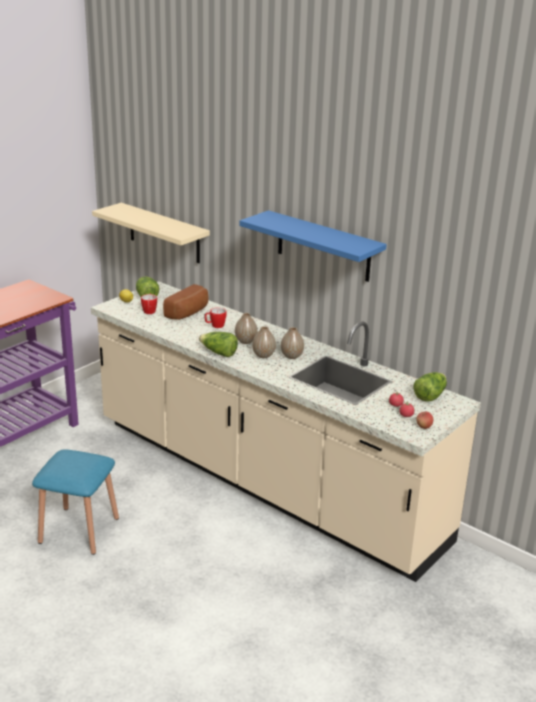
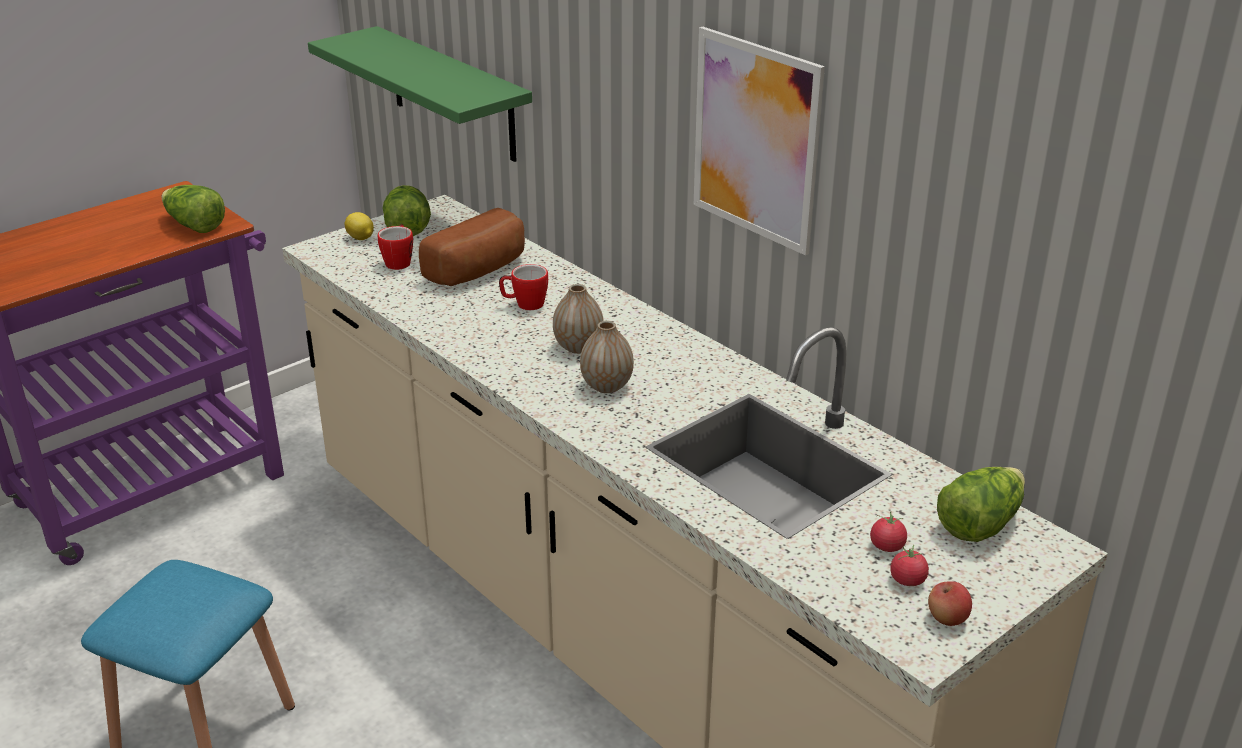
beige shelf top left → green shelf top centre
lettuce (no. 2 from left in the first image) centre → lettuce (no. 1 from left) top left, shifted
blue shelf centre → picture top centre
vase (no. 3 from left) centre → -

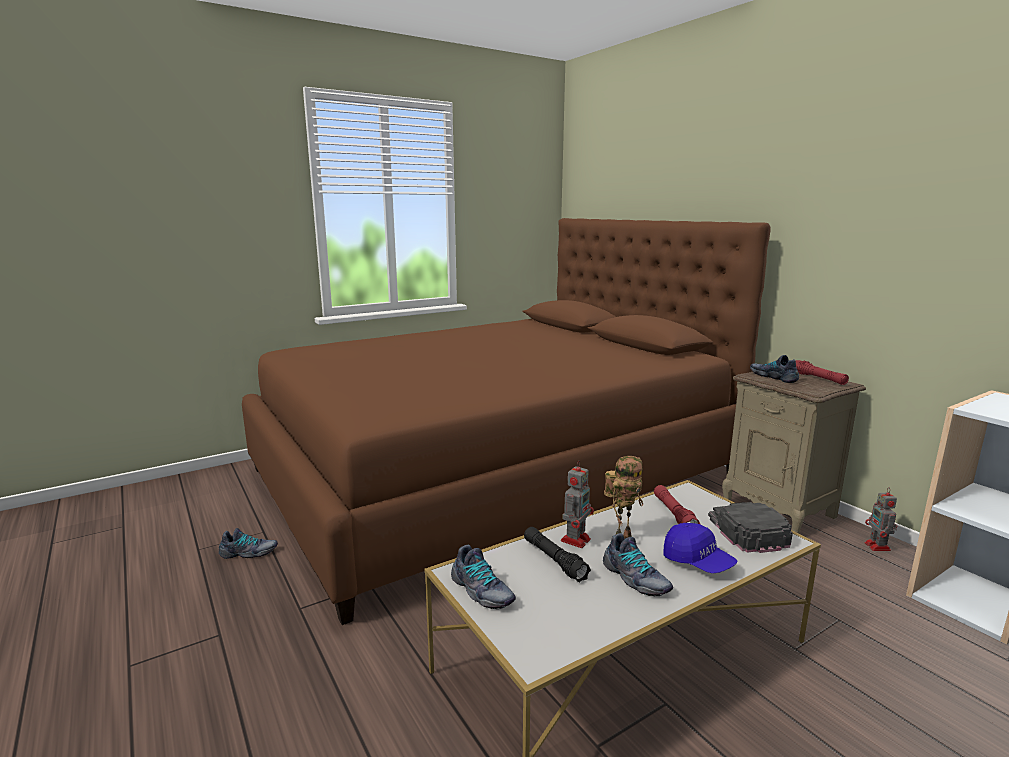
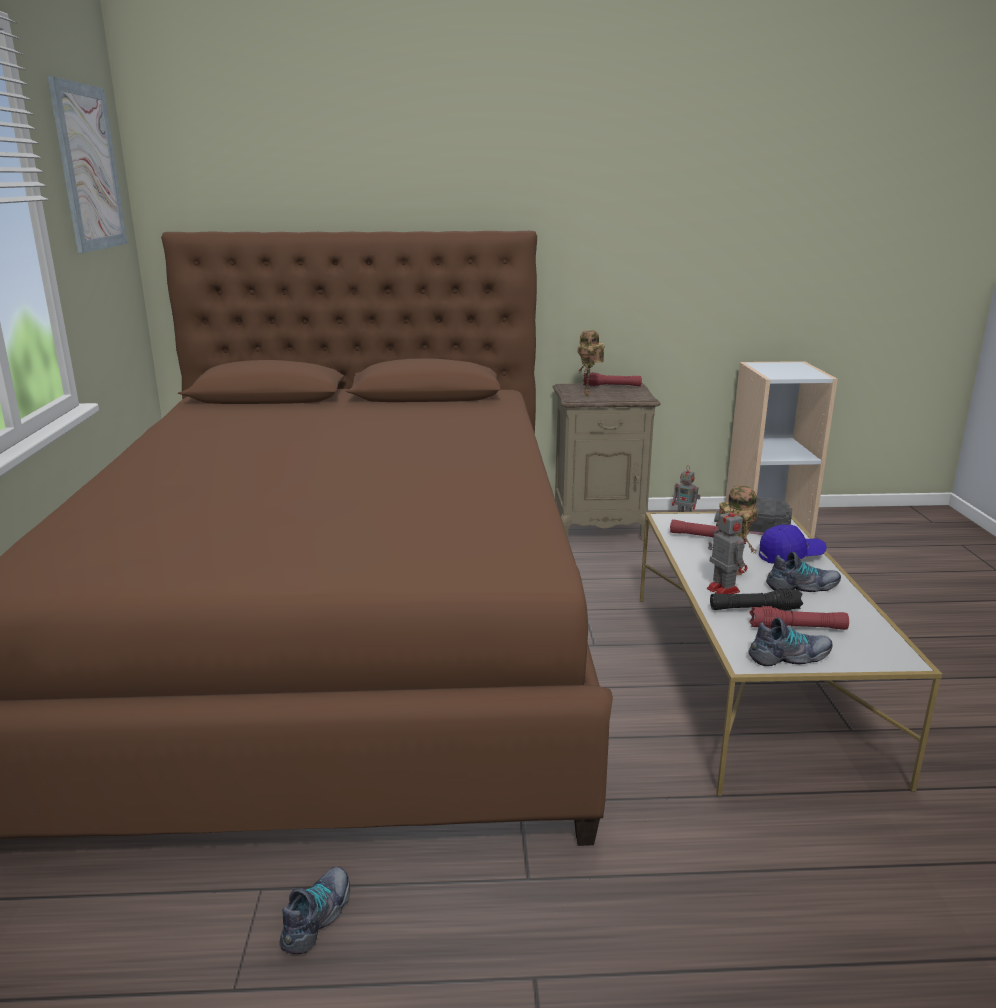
shoe (no. 4 from left) middle right → toy robot (no. 1 from left) centre
- → picture top left
- → red flashlight (no. 3 from left) middle right

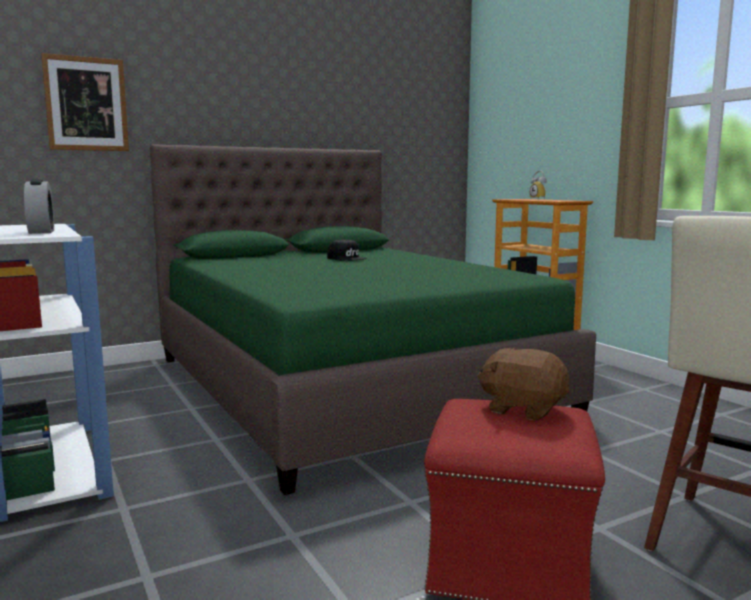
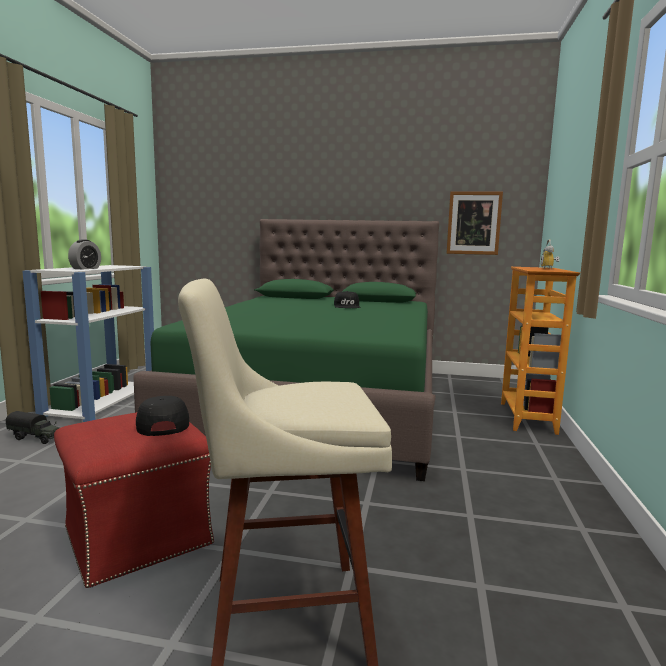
picture top left → picture middle right, shifted
brown plush toy middle right → black cap (no. 1 from left) middle left
- → toy truck middle left

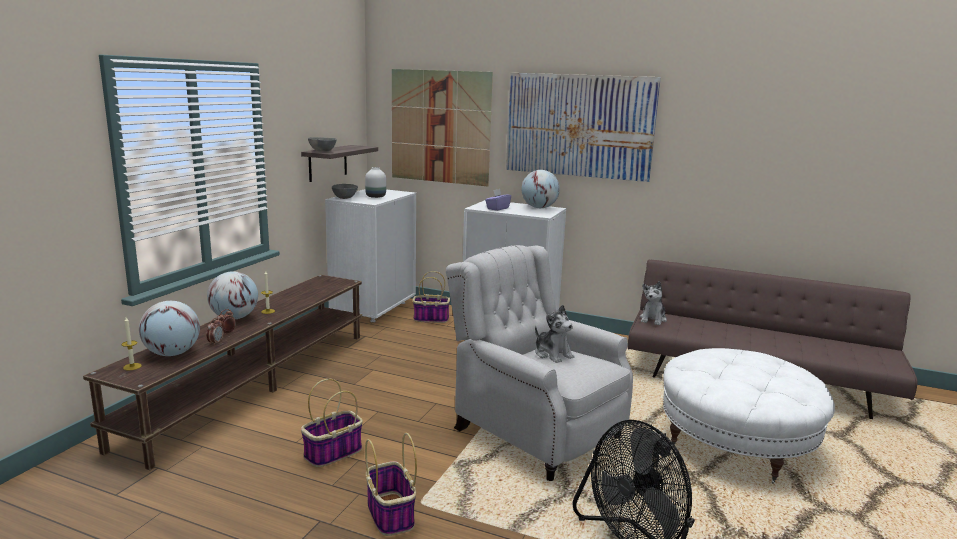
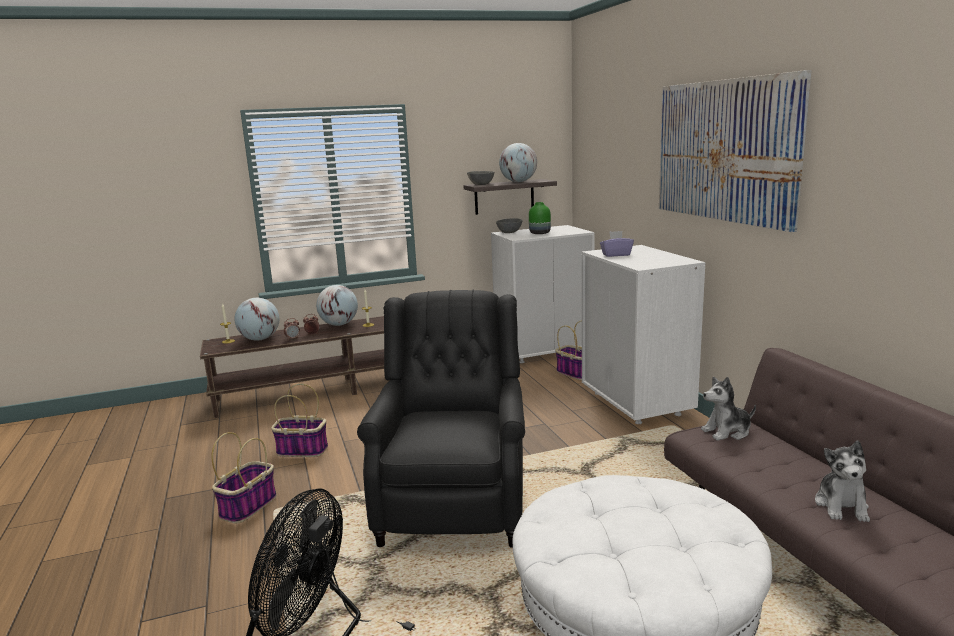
white vase centre → green vase centre
picture (no. 1 from left) top centre → -
white armchair bottom centre → black armchair centre
globe (no. 3 from left) centre → globe (no. 3 from left) top centre, shifted
plush toy (no. 1 from left in the first image) centre → plush toy (no. 2 from left) bottom right, shifted

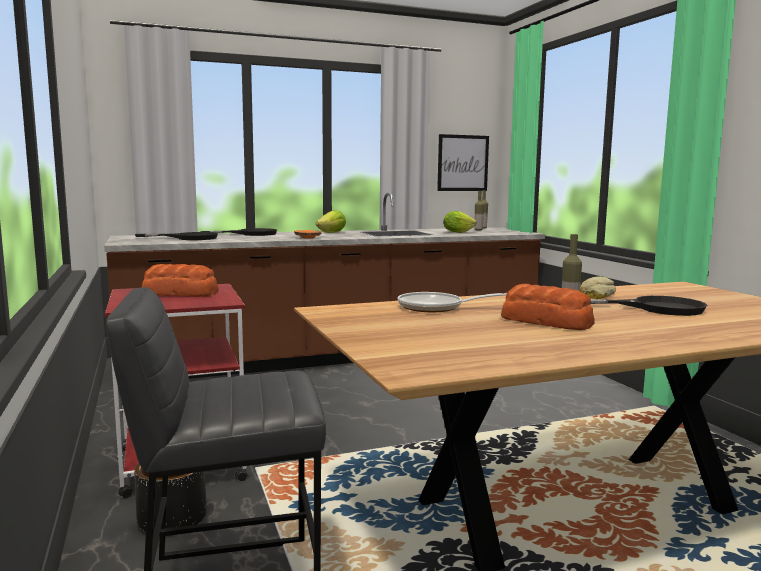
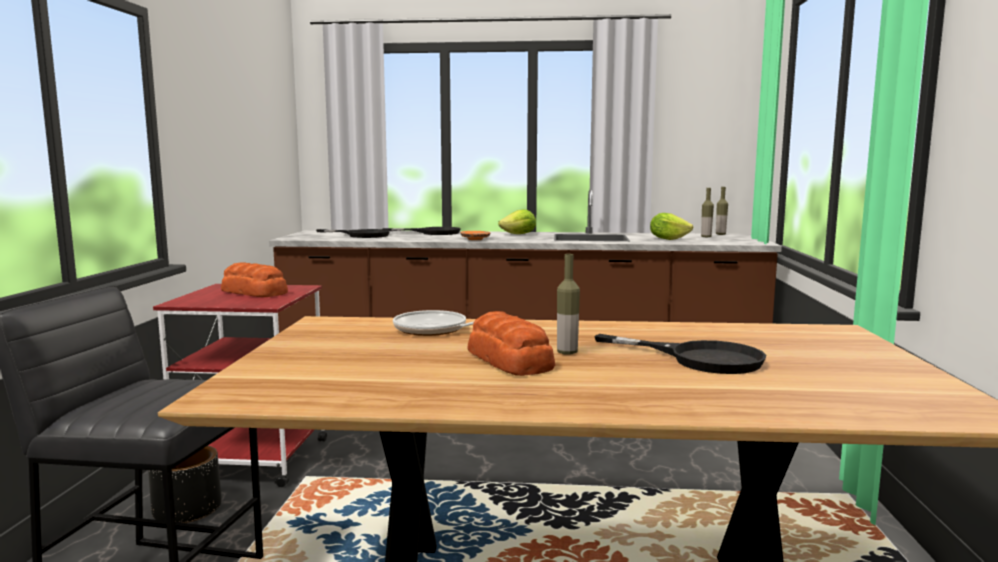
picture top centre → -
bread (no. 3 from left) middle right → -

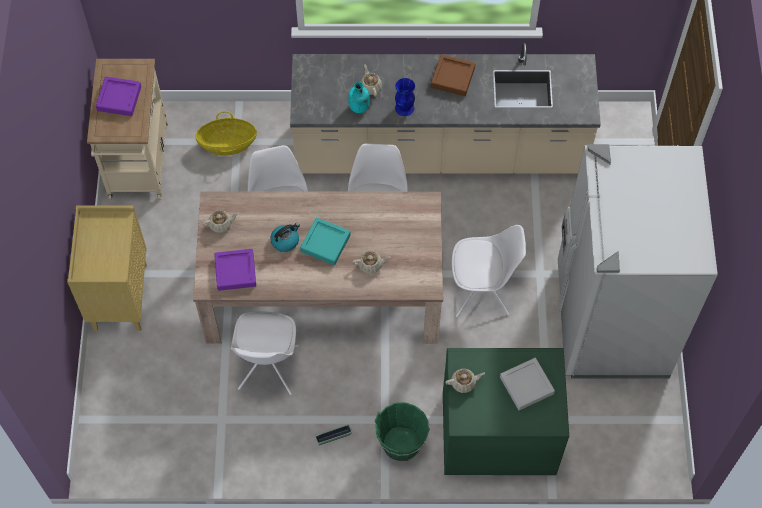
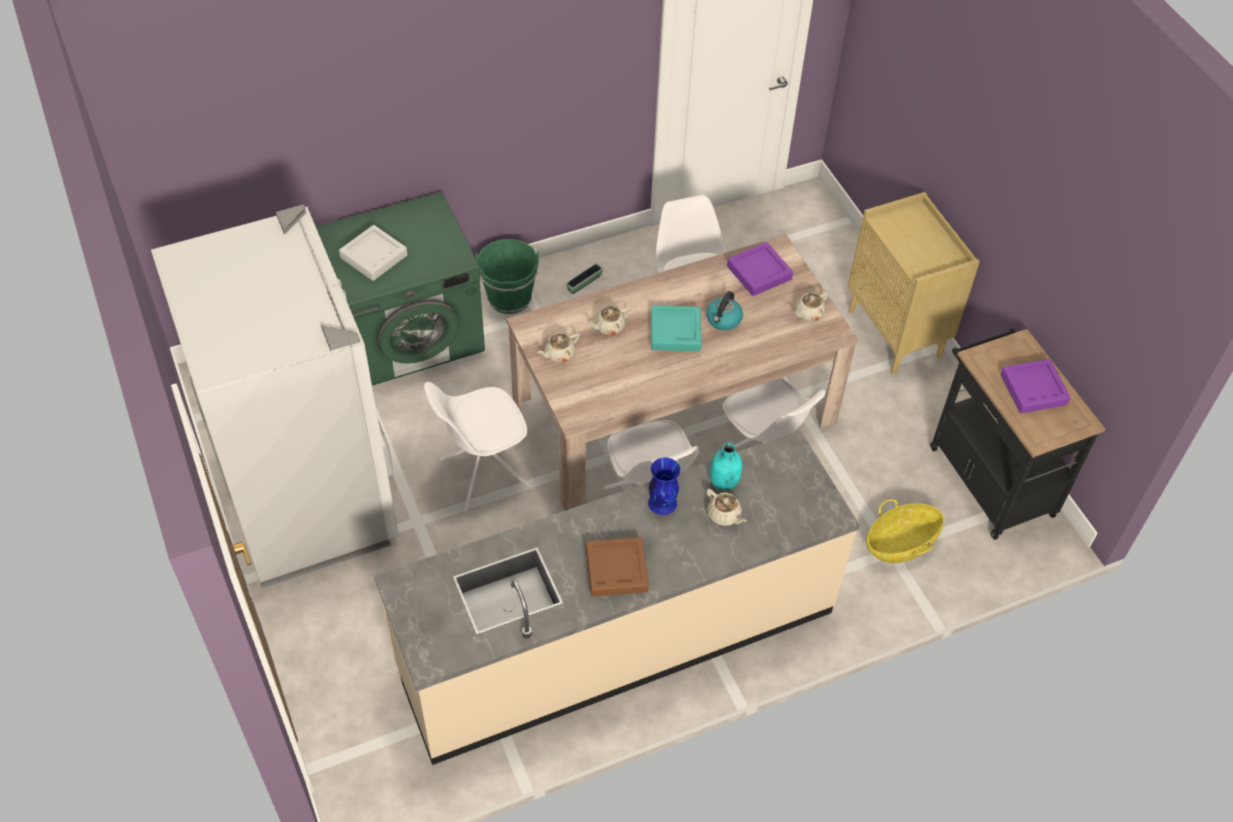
beige cart top left → black cart middle right
beige teapot (no. 4 from left in the first image) bottom centre → beige teapot (no. 1 from left) centre, shifted

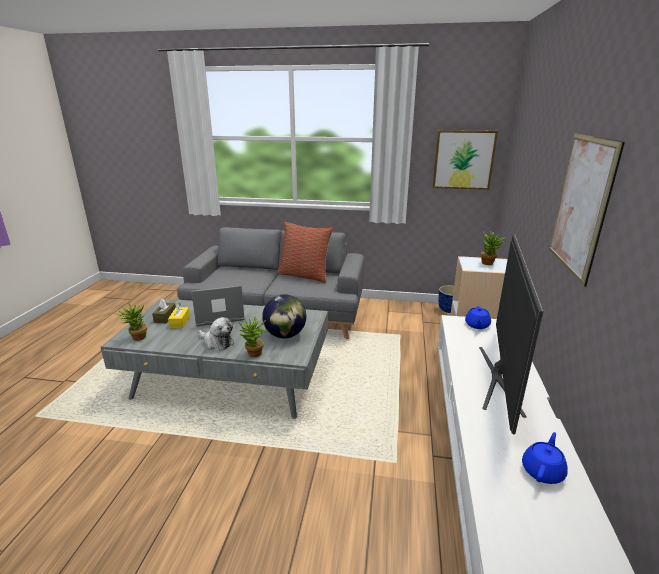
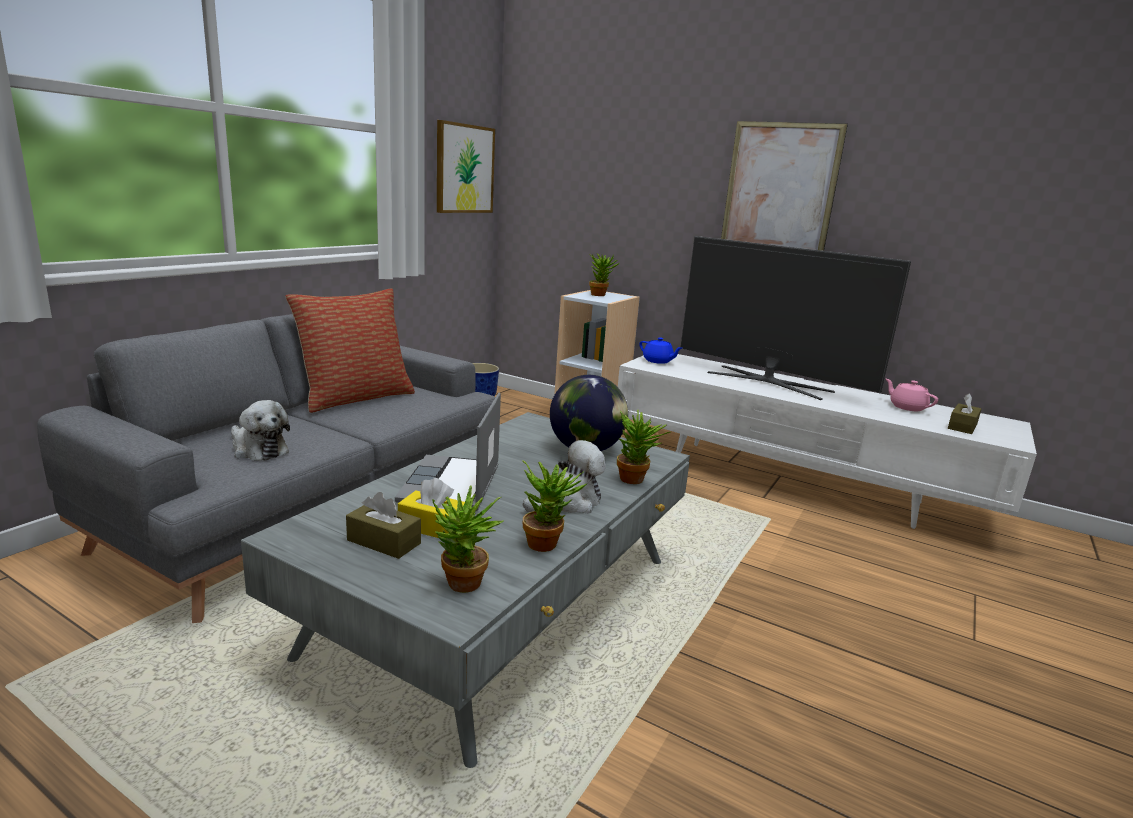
blue teapot (no. 2 from left) bottom right → pink teapot middle right
- → plush toy (no. 1 from left) middle left
- → potted plant (no. 2 from left) centre
- → brown tissue box (no. 2 from left) middle right

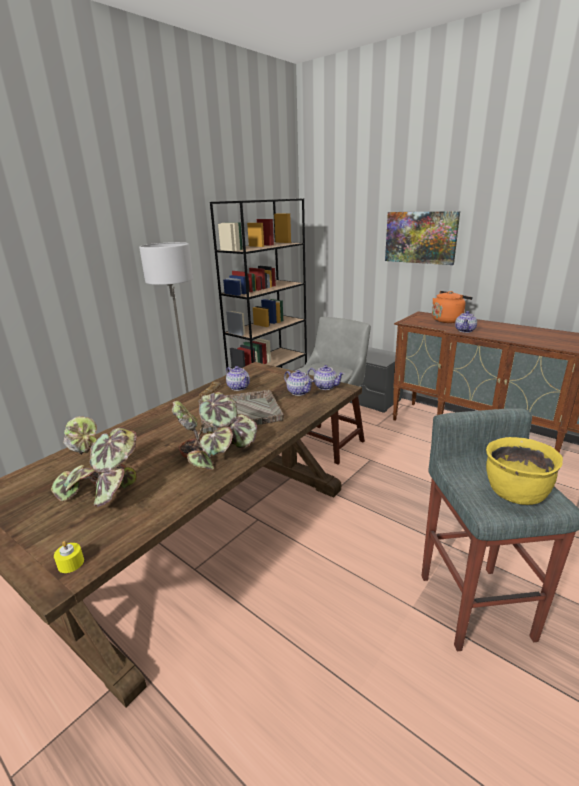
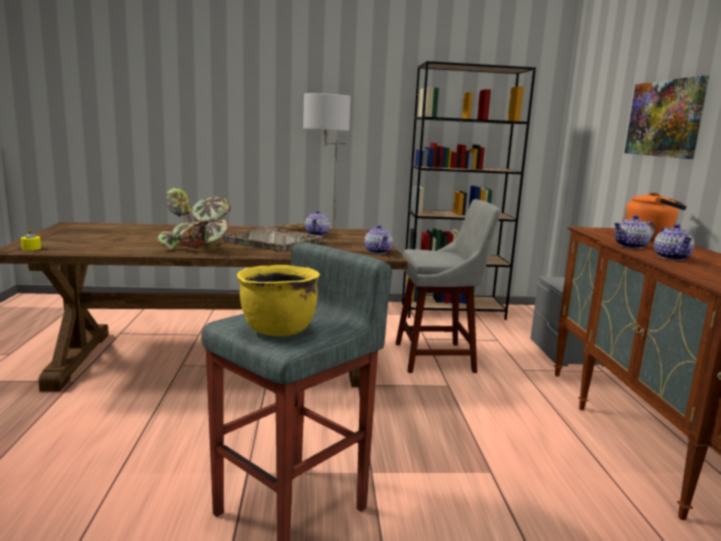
potted plant (no. 1 from left) middle left → -
teapot (no. 2 from left in the first image) centre → teapot (no. 4 from left) middle right, shifted

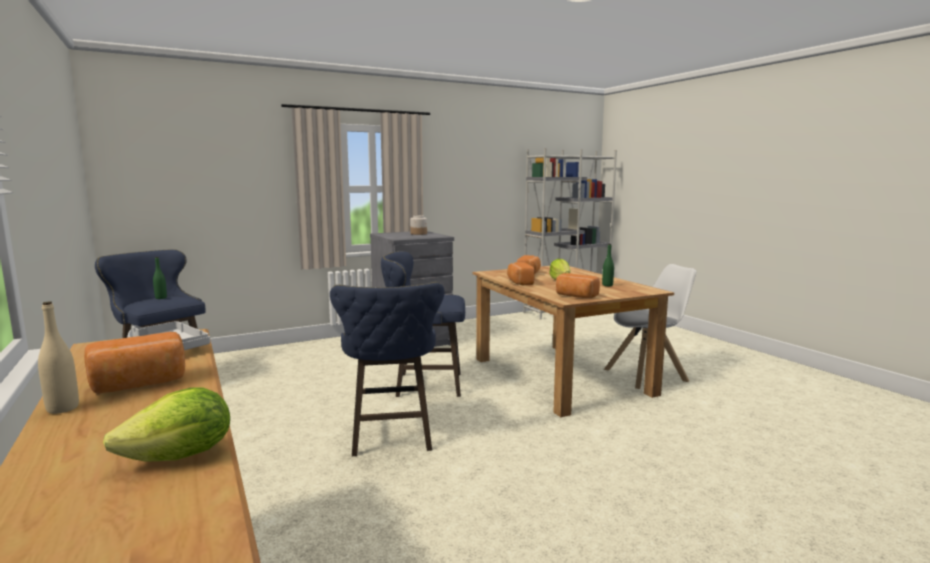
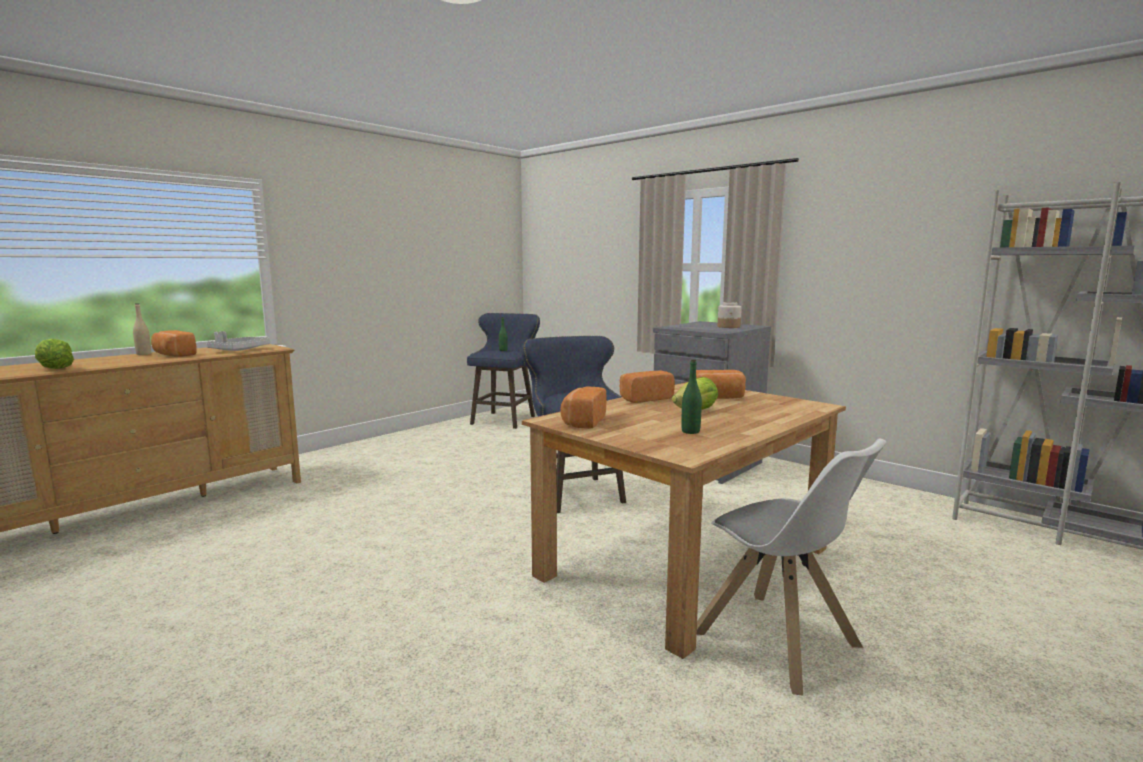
blue stool (no. 2 from left) centre → -

